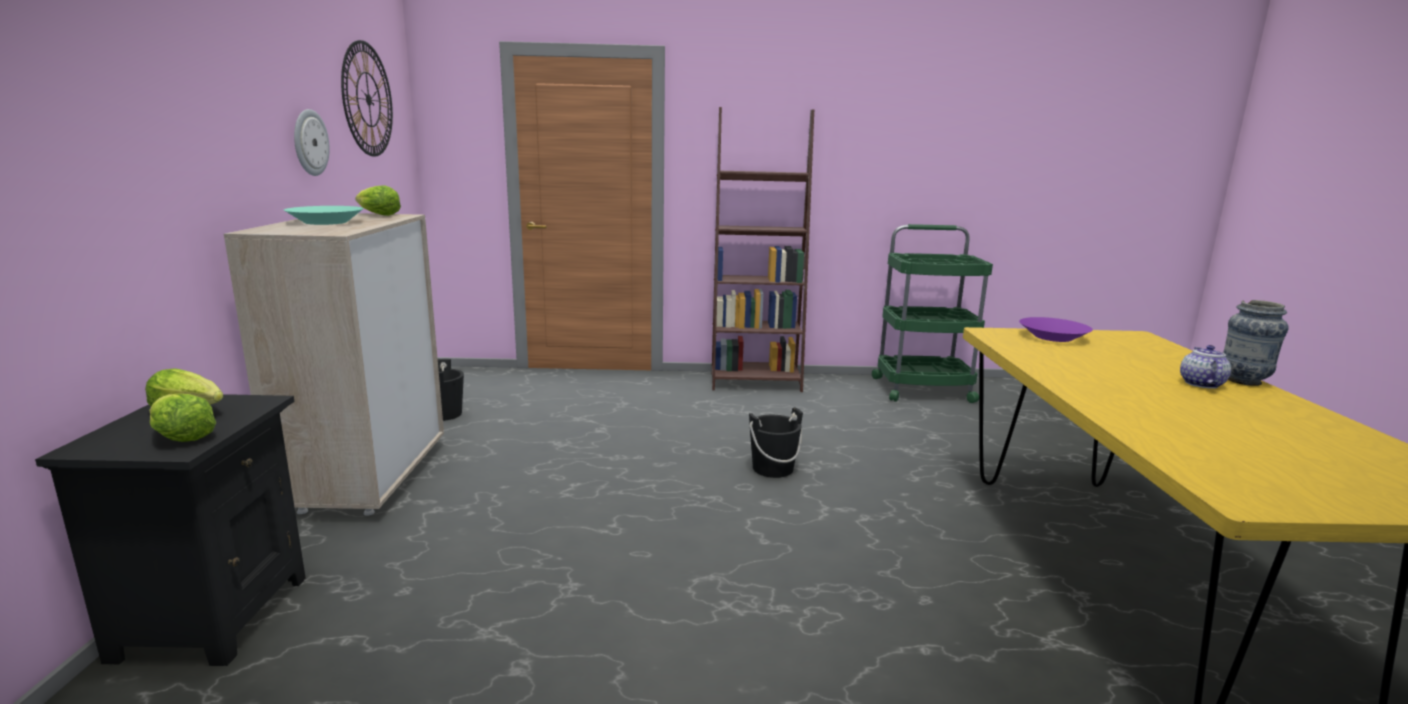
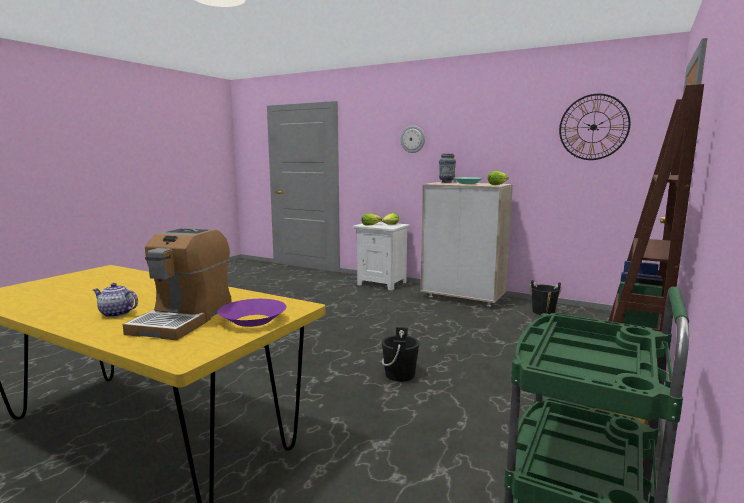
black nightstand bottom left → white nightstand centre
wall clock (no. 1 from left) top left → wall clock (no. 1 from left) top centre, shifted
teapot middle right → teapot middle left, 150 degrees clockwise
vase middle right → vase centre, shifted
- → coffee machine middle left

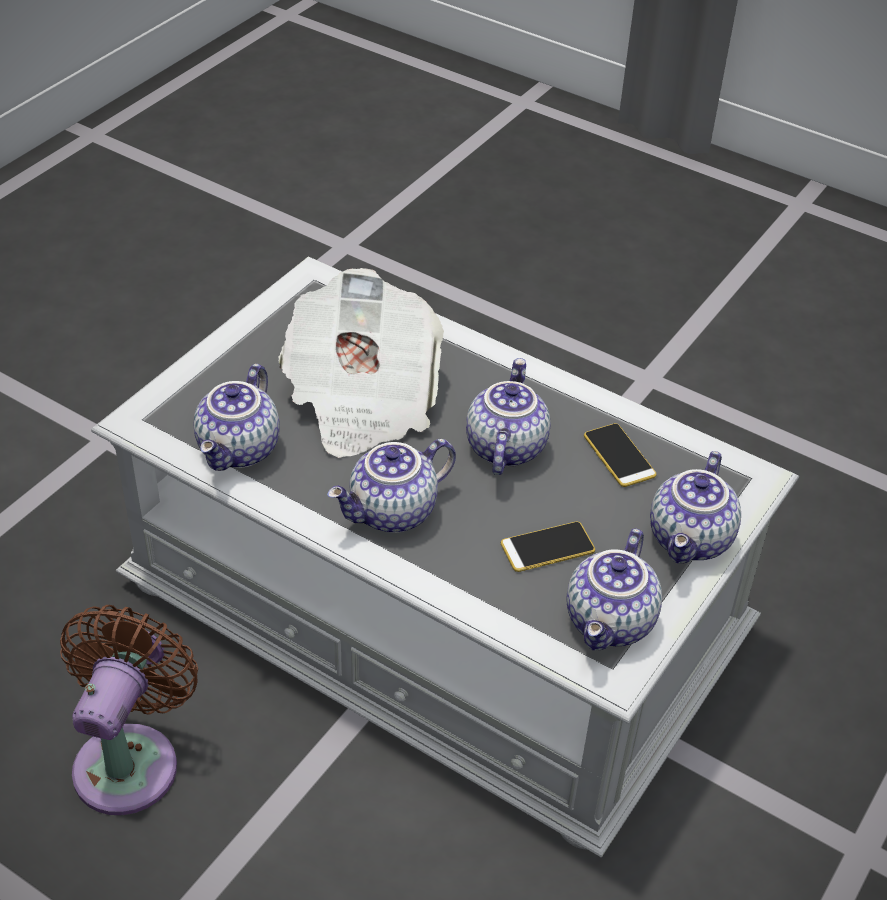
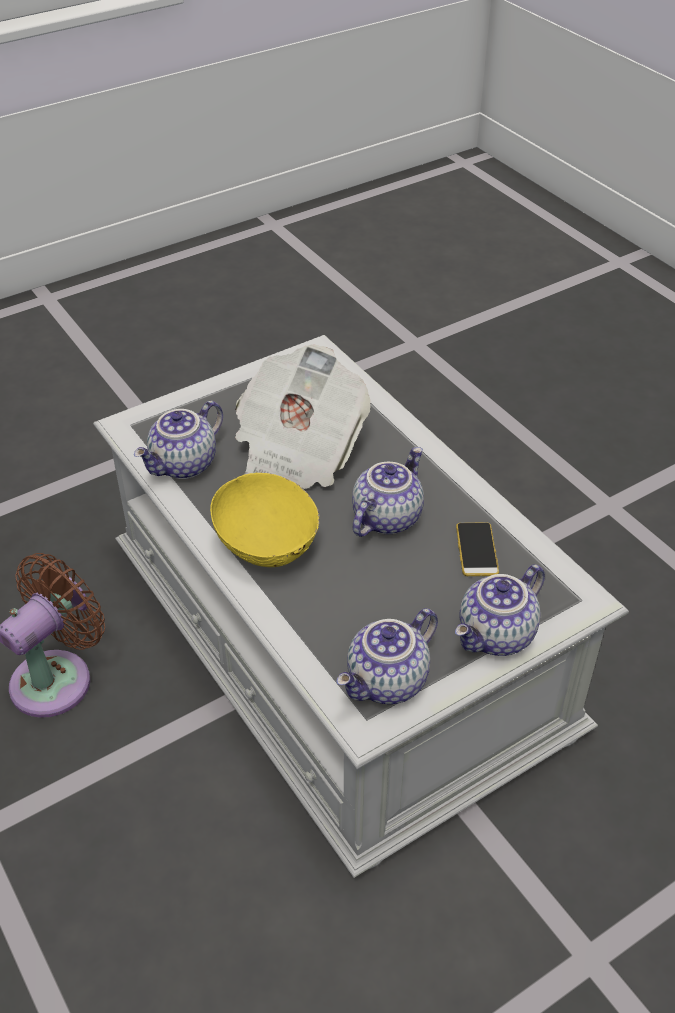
teapot (no. 2 from left) centre → yellow bowl centre
phone (no. 1 from left) centre → -

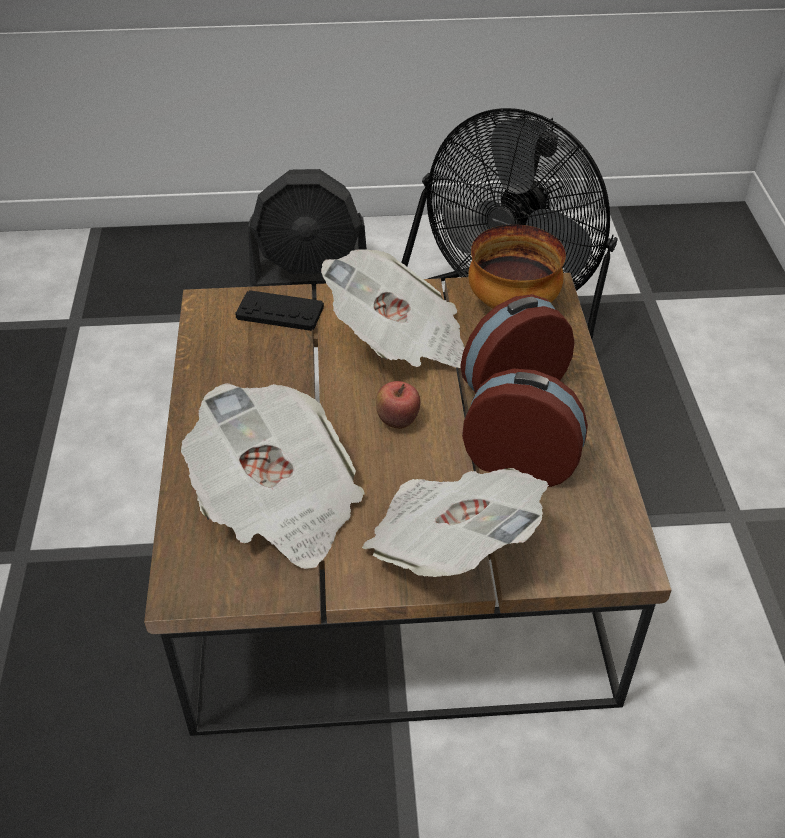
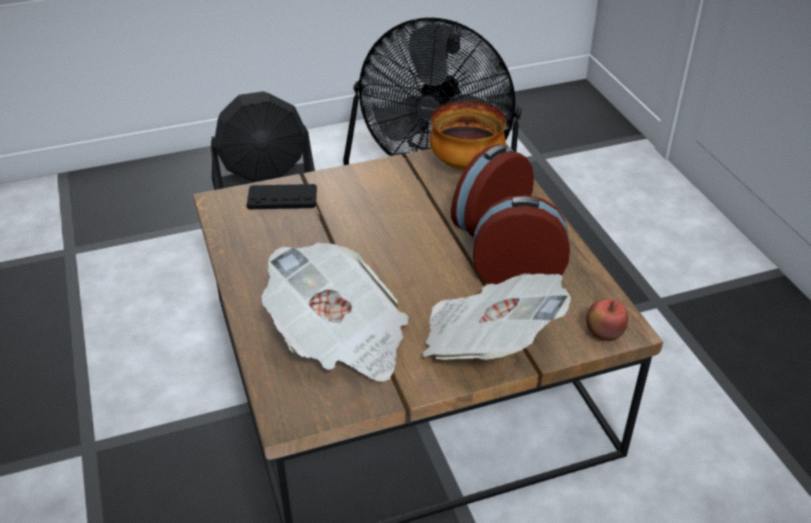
newspaper (no. 2 from left) centre → -
apple centre → apple middle right, shifted

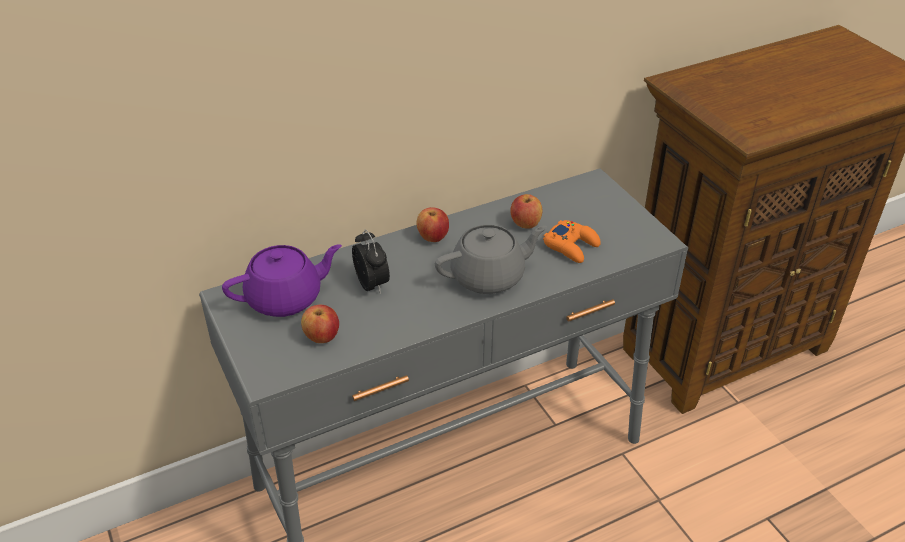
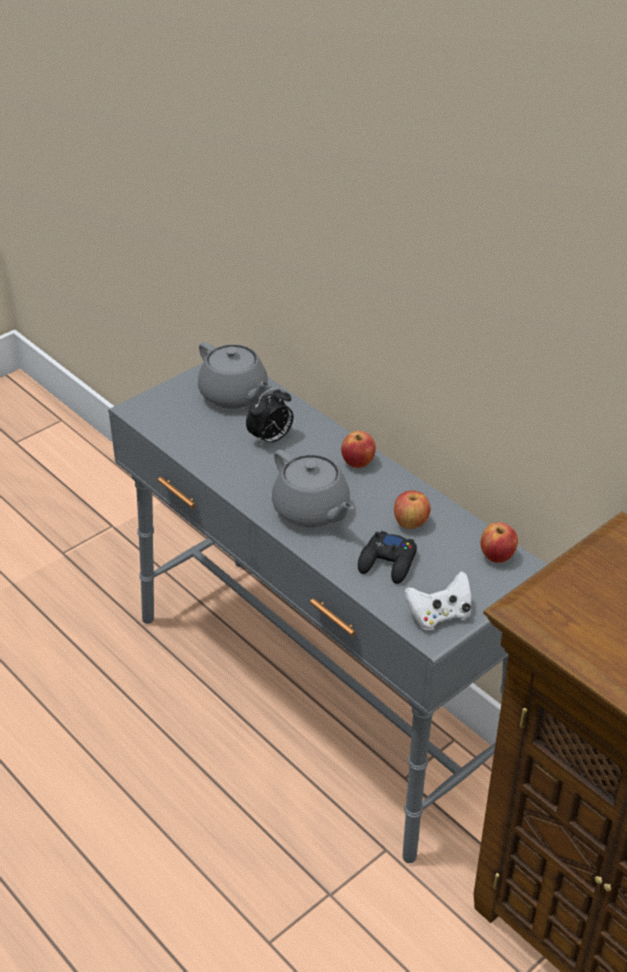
purple teapot middle left → grey teapot (no. 1 from left) centre
apple (no. 1 from left in the first image) centre → apple (no. 3 from left) middle right, shifted
orange game controller centre → black game controller centre
- → white game controller middle right

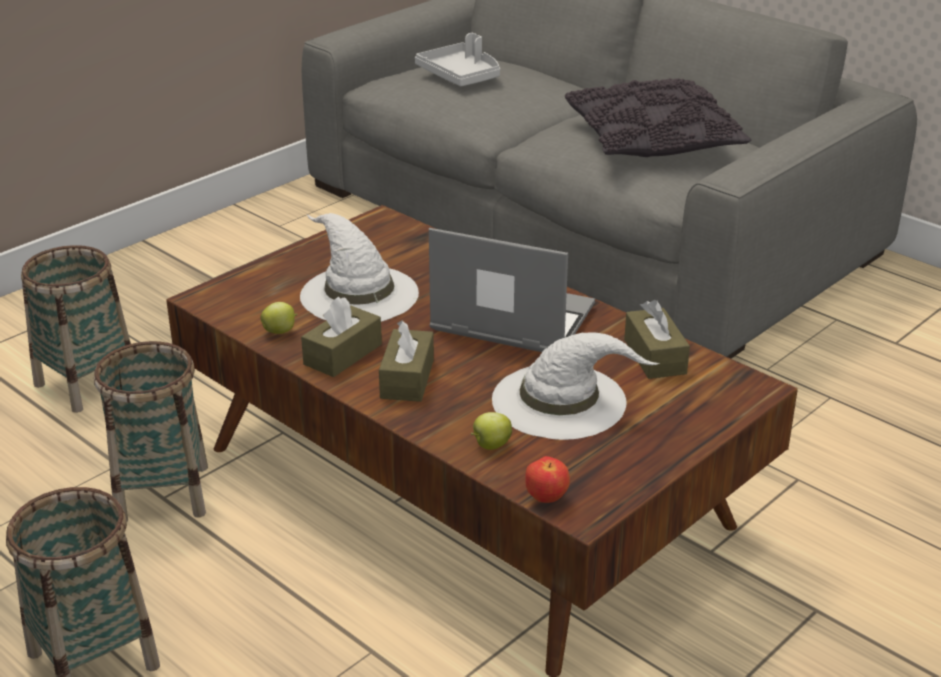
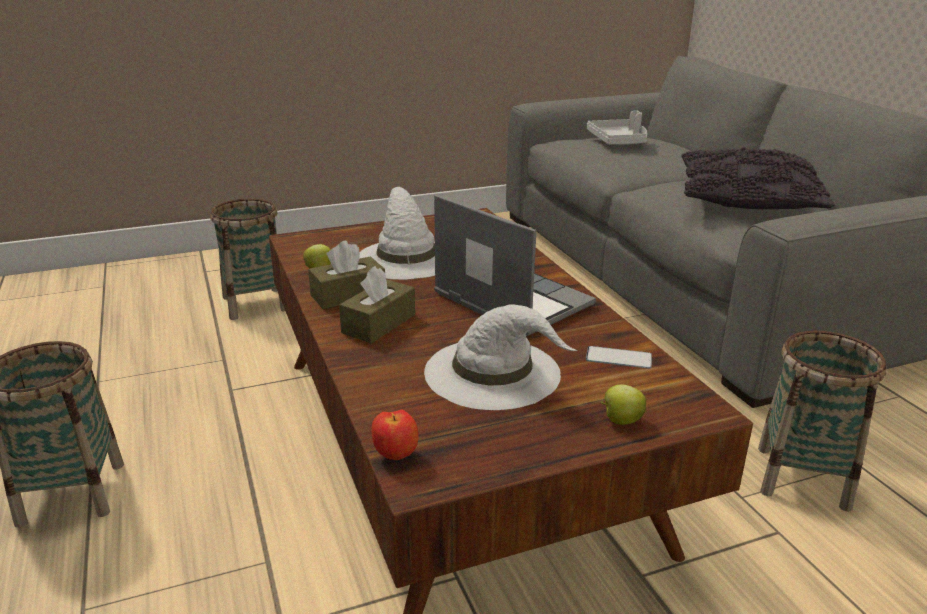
basket (no. 3 from left) middle left → basket (no. 3 from left) bottom right, shifted
apple (no. 2 from left in the first image) centre → apple (no. 3 from left) middle right, shifted
brown tissue box (no. 3 from left) middle right → phone middle right

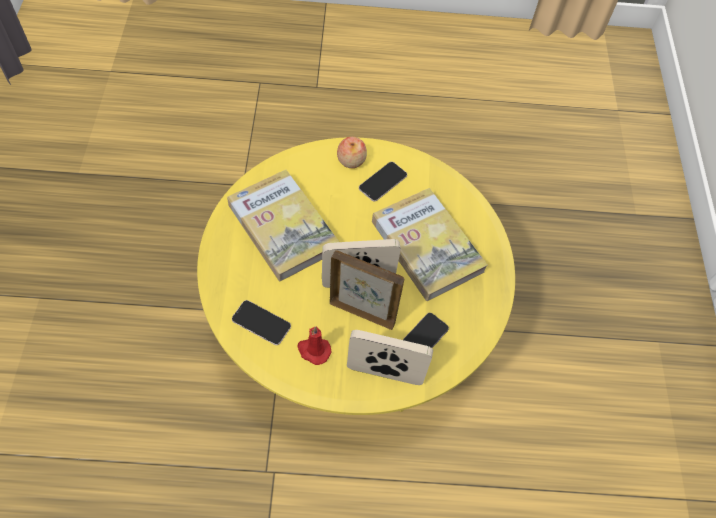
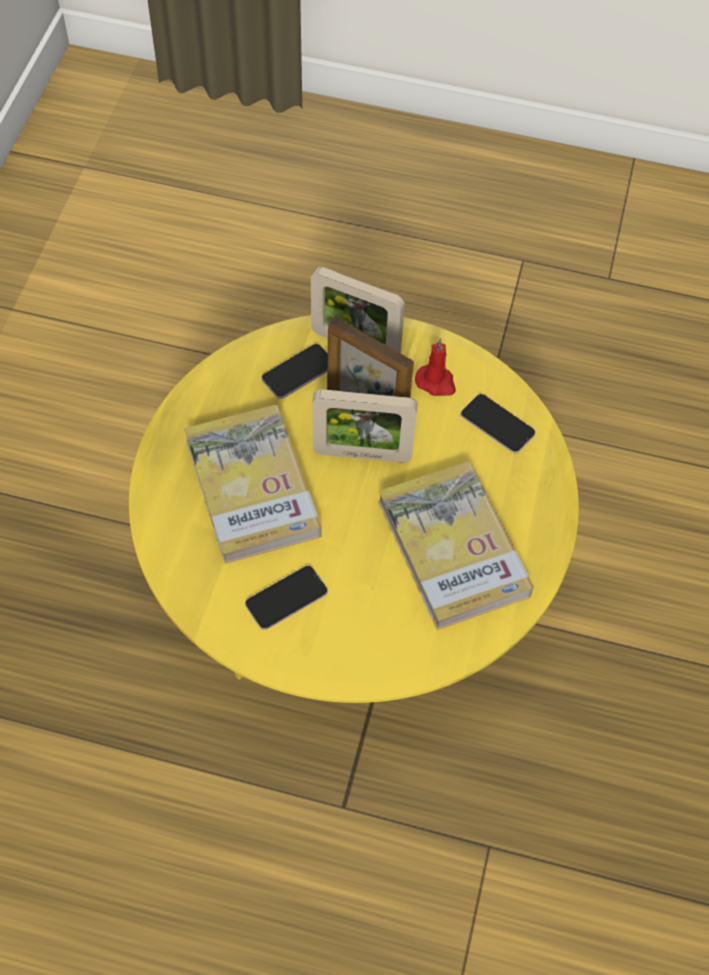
apple top centre → -

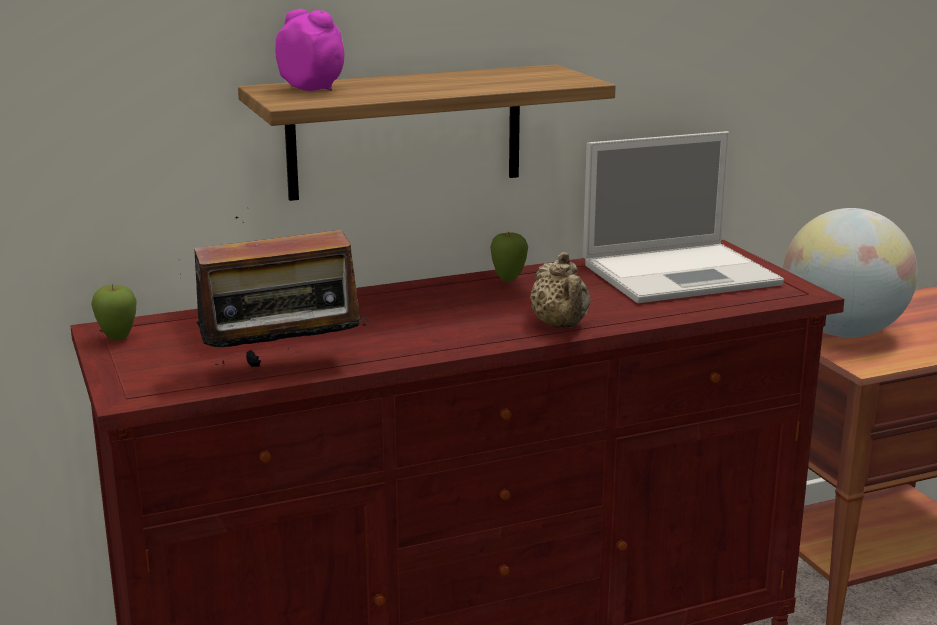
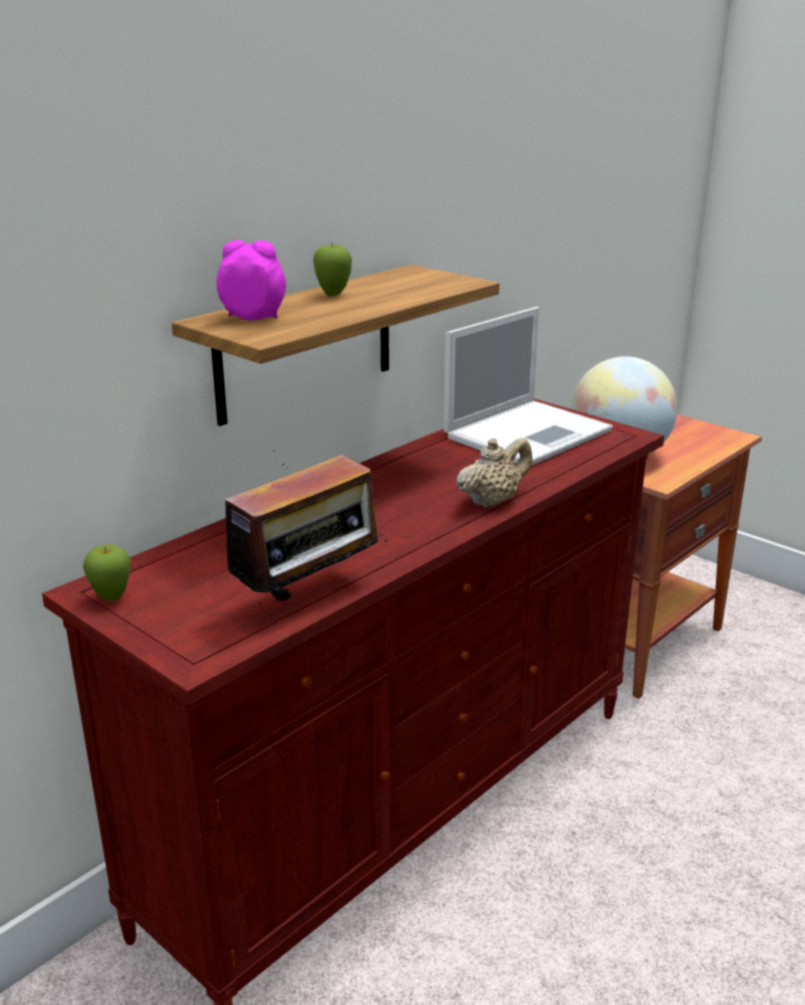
apple (no. 2 from left) centre → apple (no. 2 from left) top centre, shifted
beige teapot centre, 90 degrees counterclockwise

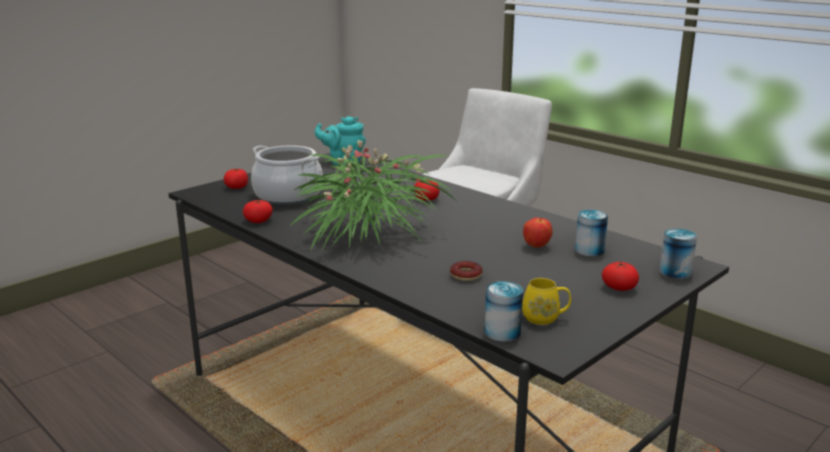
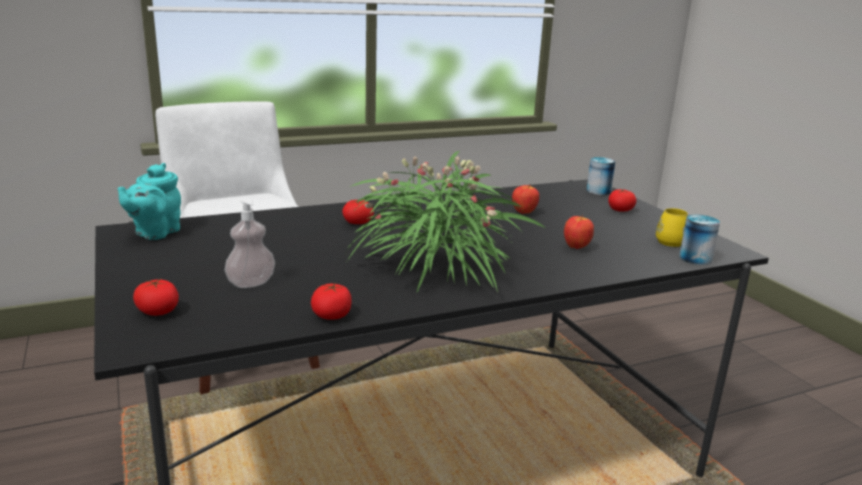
cooking pot centre → soap dispenser middle left
donut centre → apple (no. 2 from left) middle right
can (no. 2 from left) middle right → -

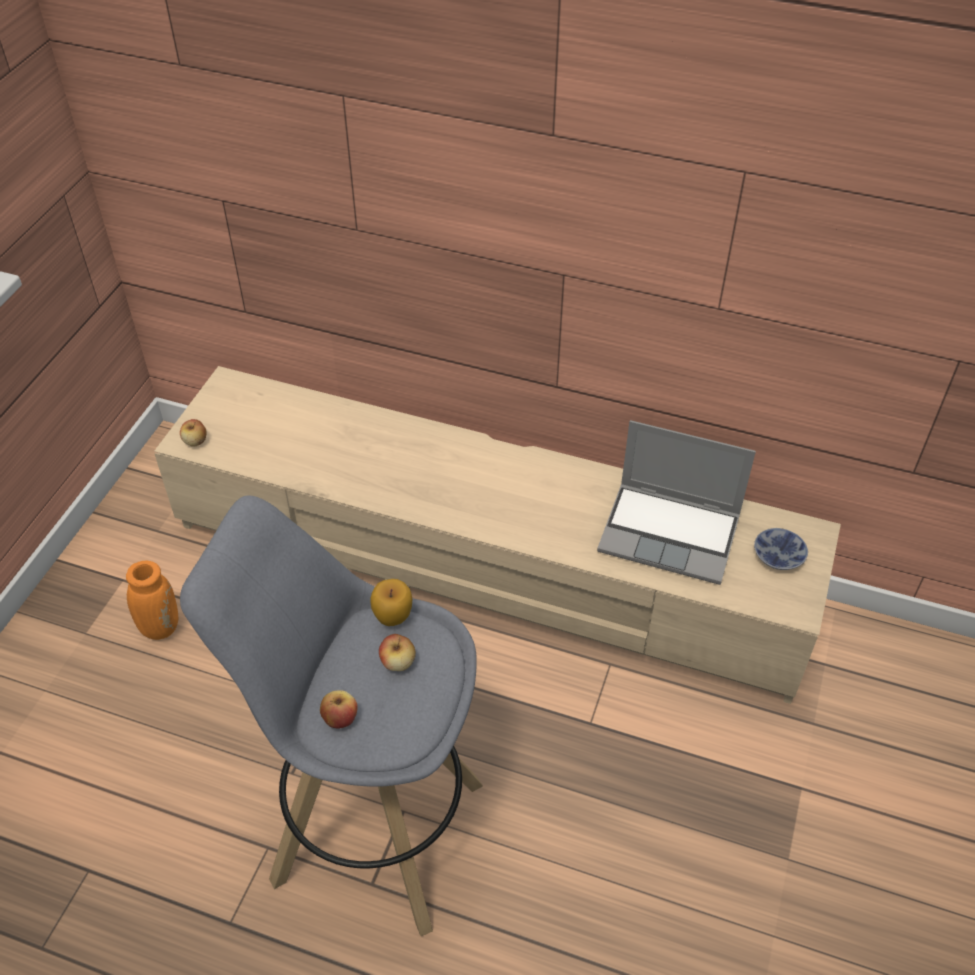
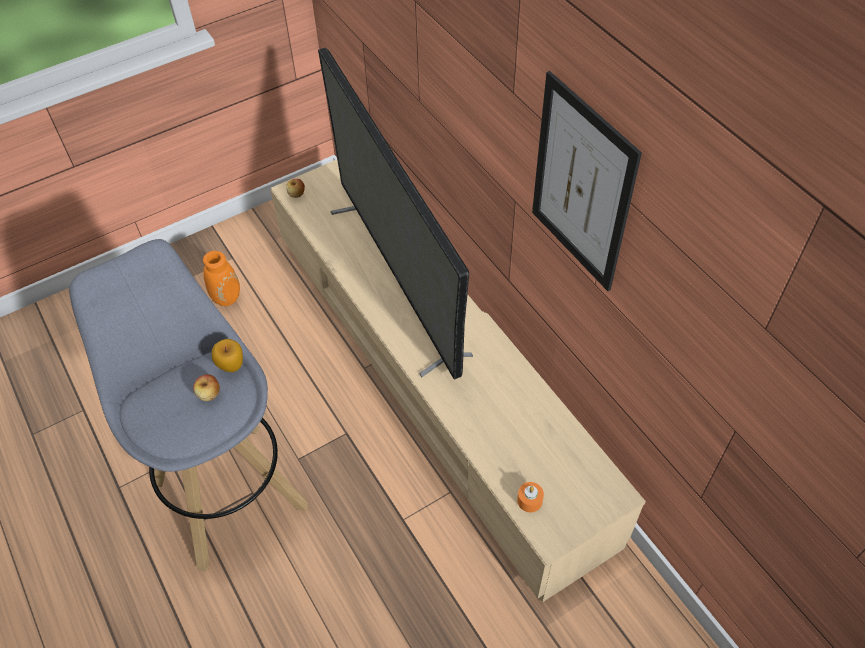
apple (no. 2 from left) bottom centre → -
laptop middle right → -
bowl middle right → -
- → television top centre
- → orange candle bottom centre
- → picture top right

